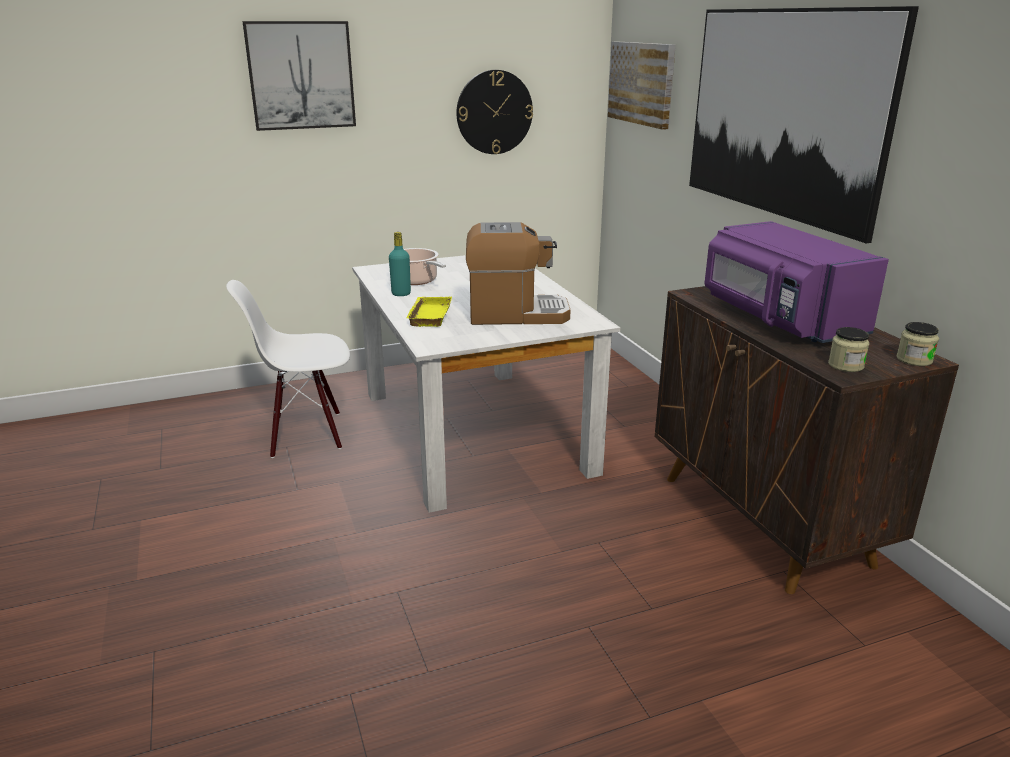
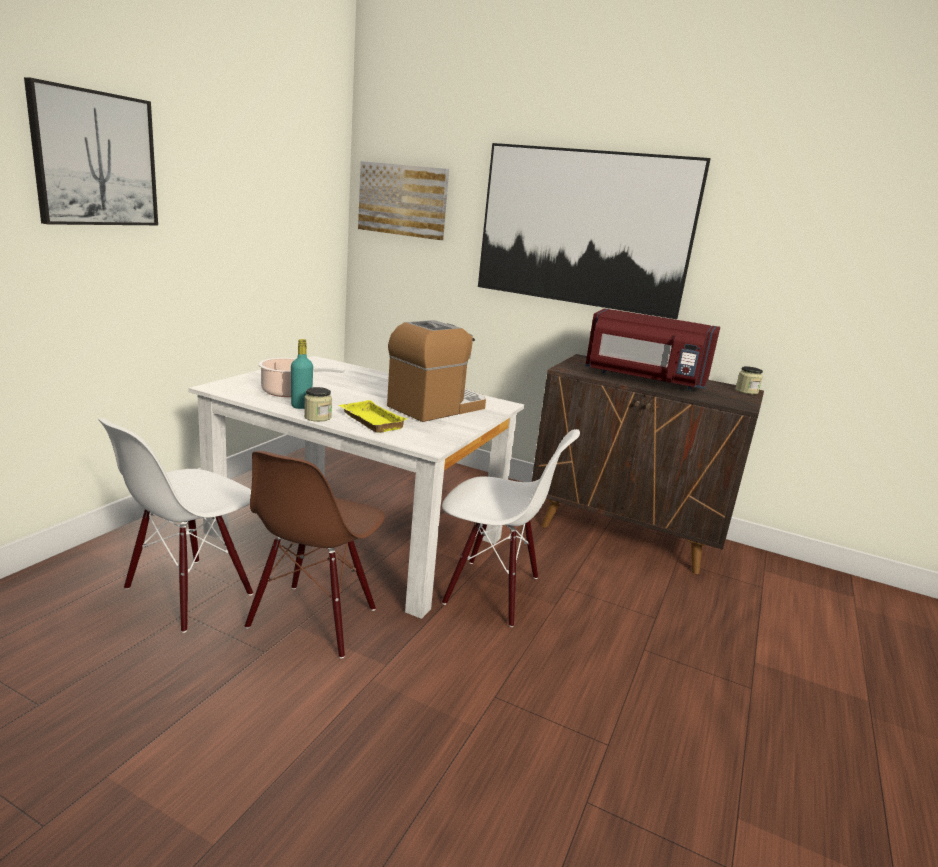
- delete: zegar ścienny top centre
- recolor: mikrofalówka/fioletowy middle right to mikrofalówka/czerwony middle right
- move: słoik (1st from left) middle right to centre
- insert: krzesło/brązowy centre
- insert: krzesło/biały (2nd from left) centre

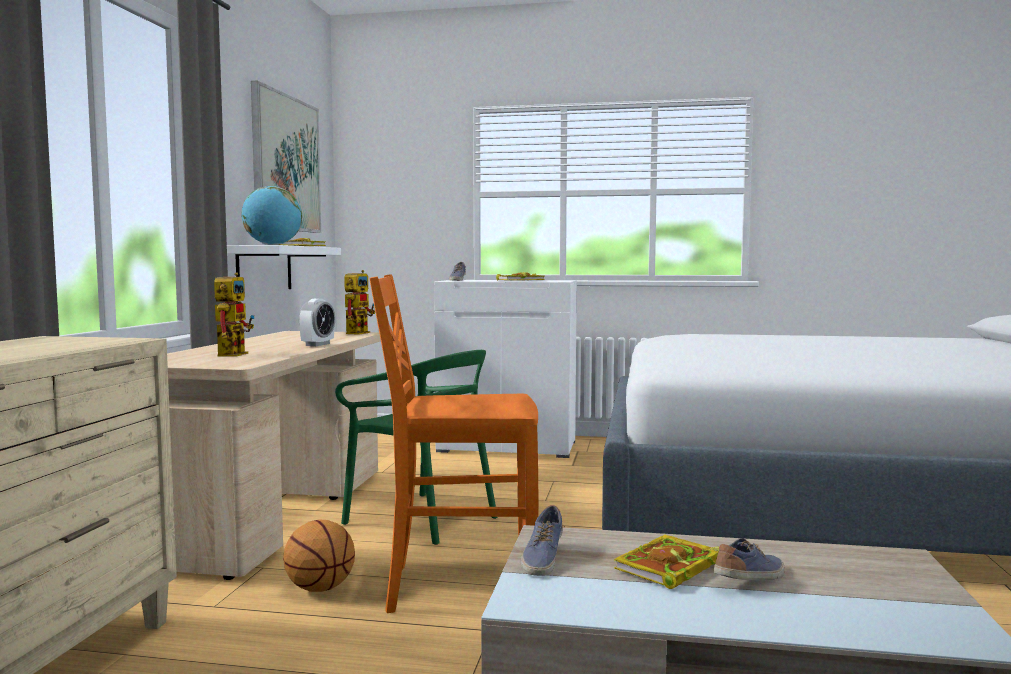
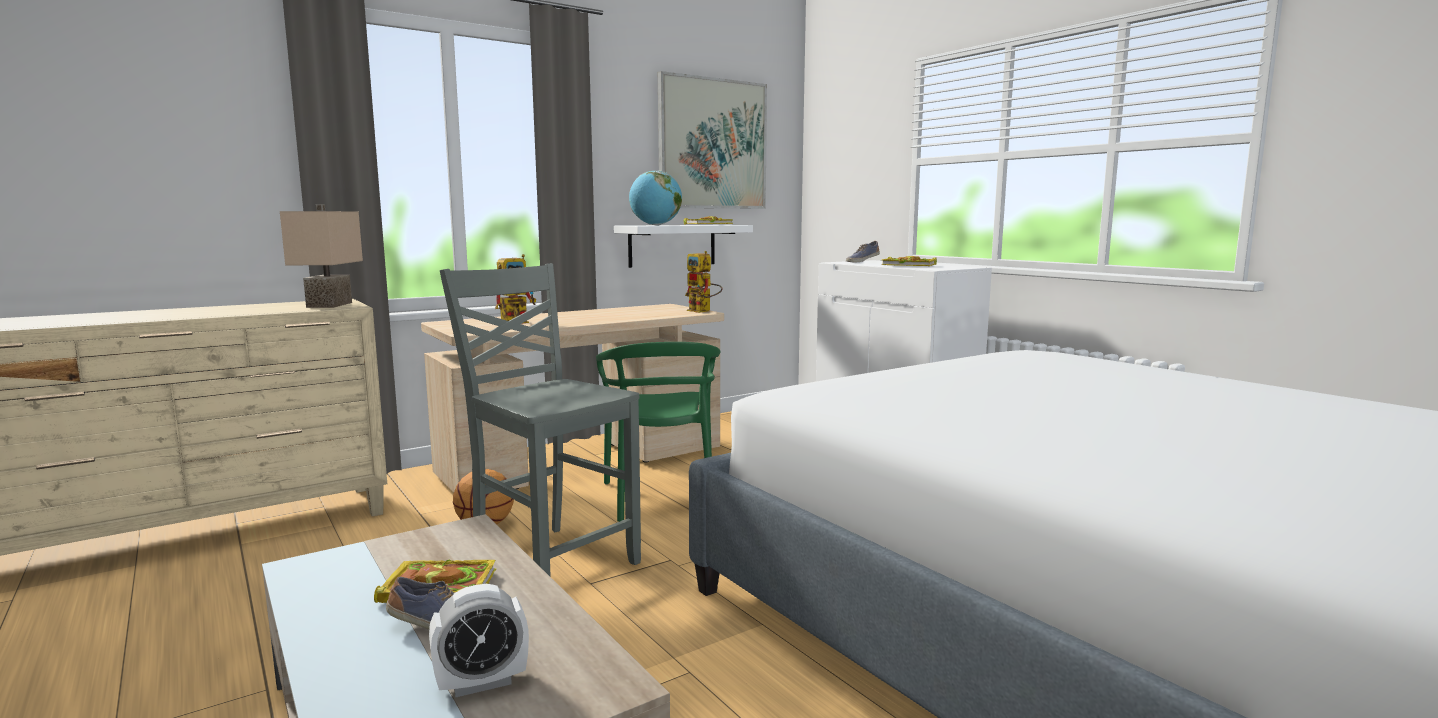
- move: budzik middle left to bottom left
- rotate: robot zabawkowy (2nd from left) centre = centre 75 degrees clockwise
- recolor: krzesło/pomarańczowy centre to krzesło/szary centre
- delete: but (2nd from left) bottom centre
- insert: lampa stołowa/beżowy middle left

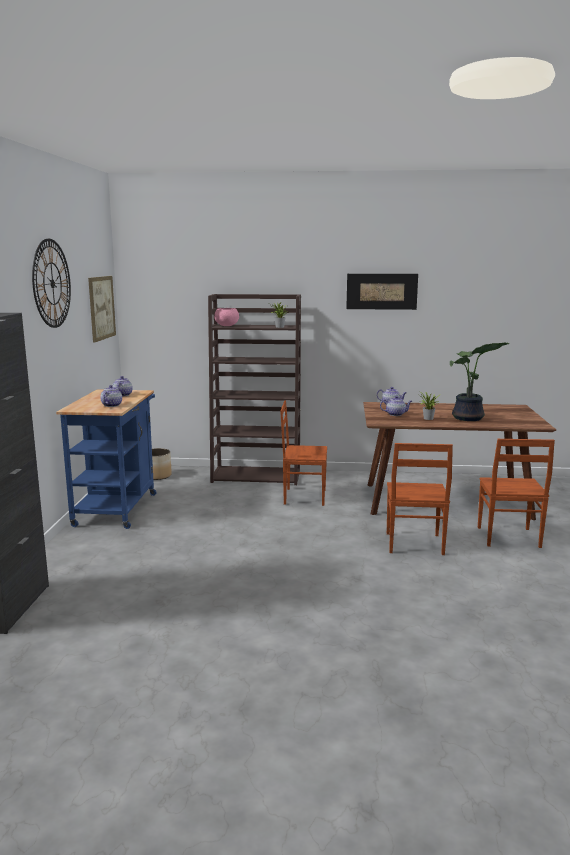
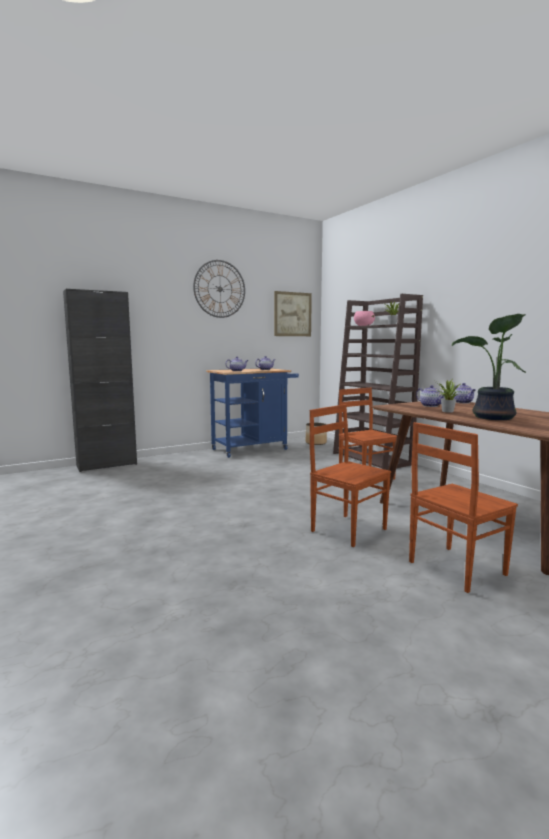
- delete: obraz (2nd from left) middle right
- rotate: krzesło/brązowy (2nd from left in the first image) middle right = centre 75 degrees clockwise

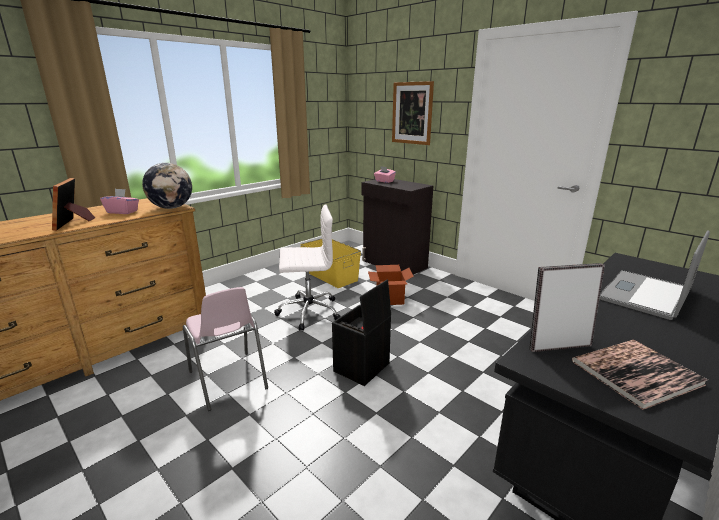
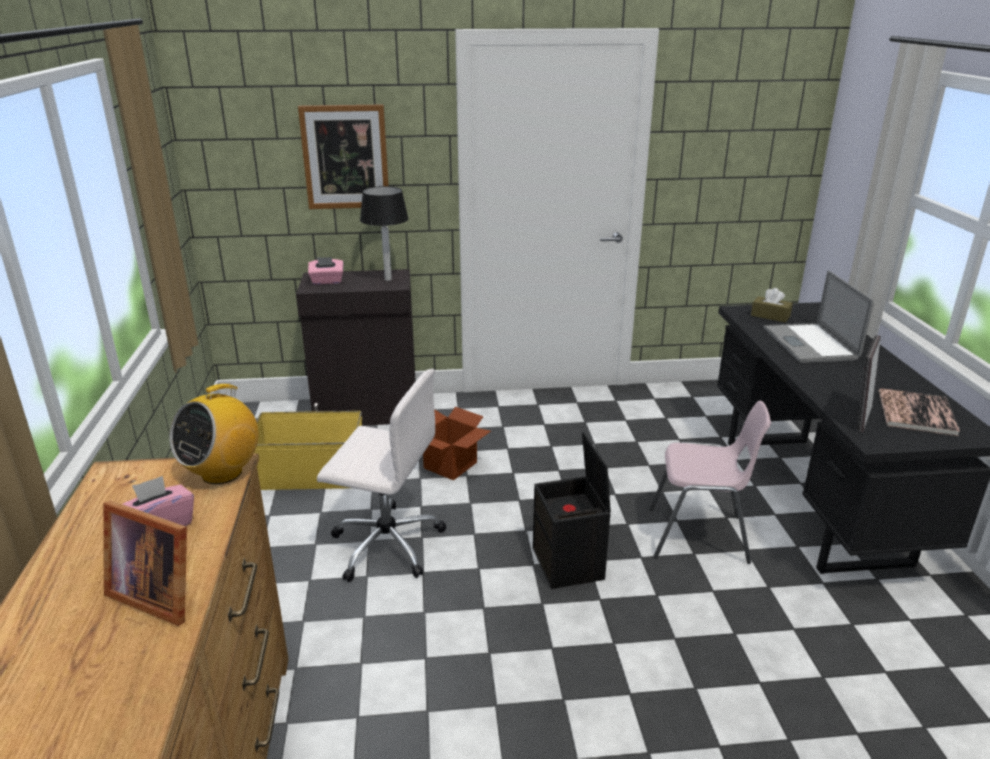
- replace: globus middle left to radio middle left
- move: krzesło/różowy bottom left to middle right
- rotate: krzesło biurowe/biały centre = centre 75 degrees clockwise
- insert: lampa stołowa top centre
- insert: pudełko chusteczek/brązowy middle right

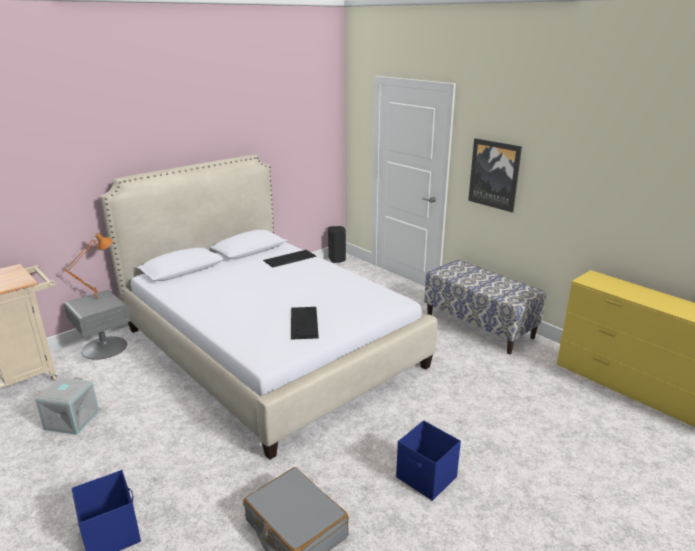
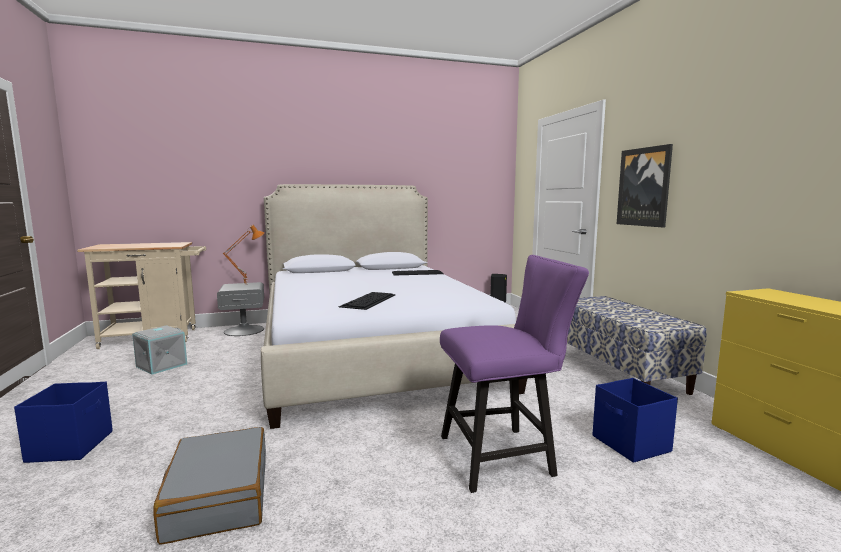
- move: pojemnik do przechowywania/niebieski (2nd from left) bottom centre to bottom right
- insert: krzesło/fioletowy bottom centre

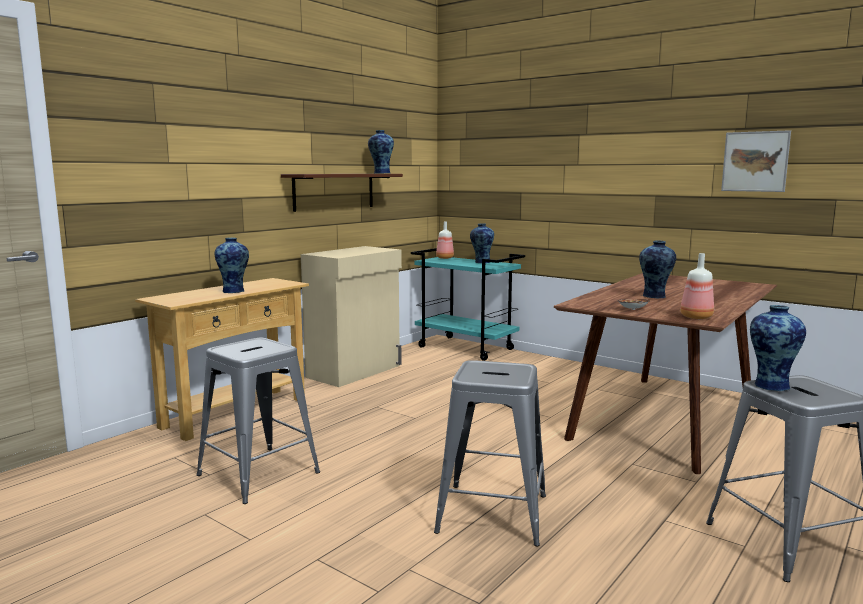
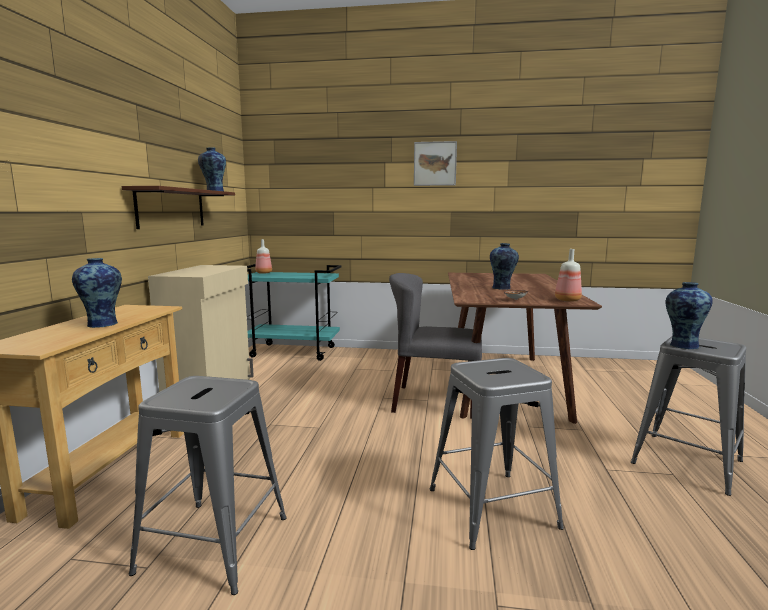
- delete: wazon (3rd from left) centre
- move: obraz top right to top centre
- insert: krzesło/szary centre

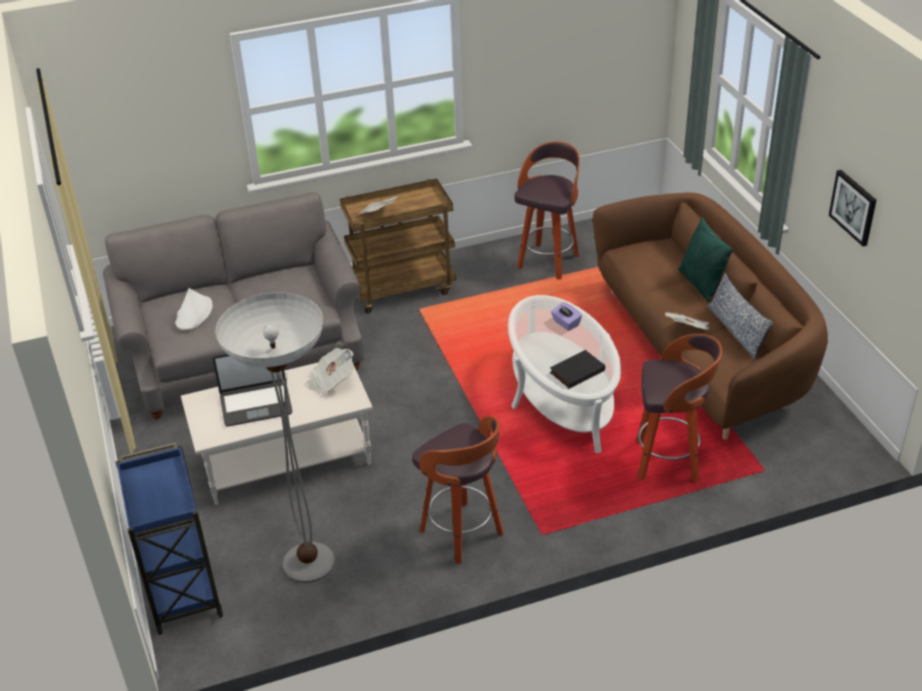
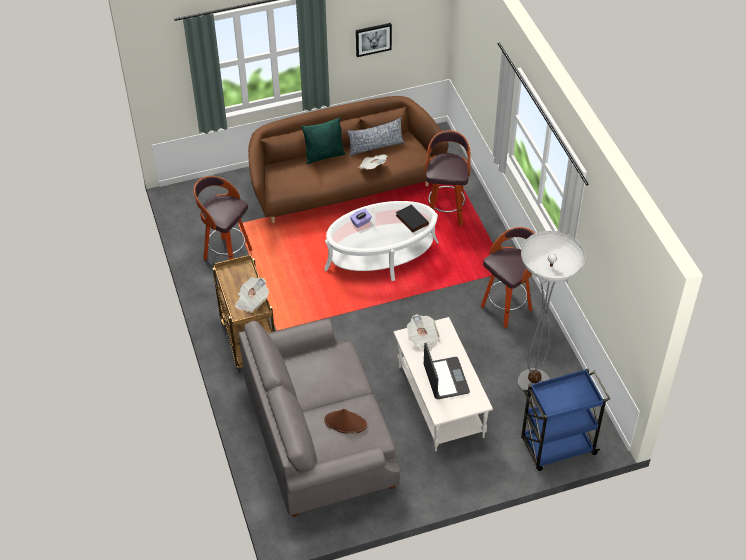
- recolor: kapelusz/biały middle left to kapelusz/brązowy bottom centre

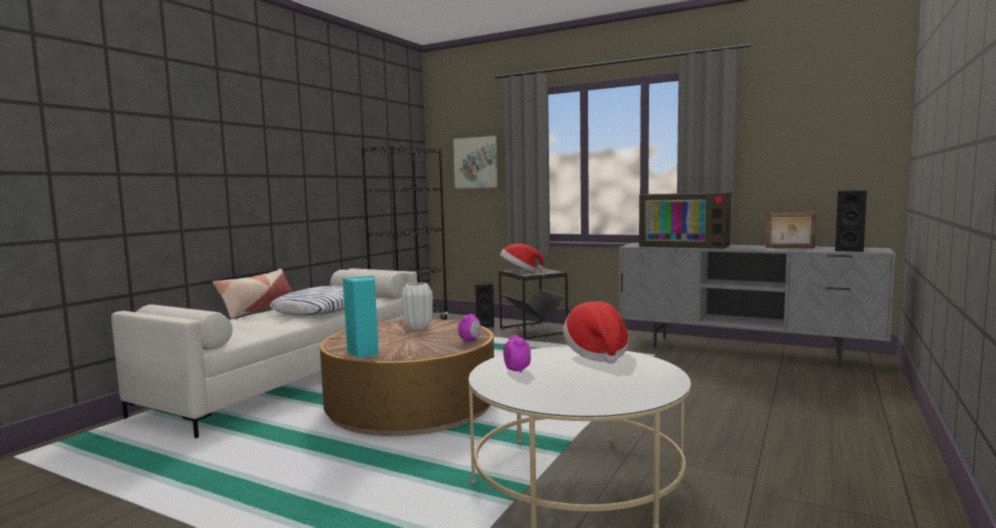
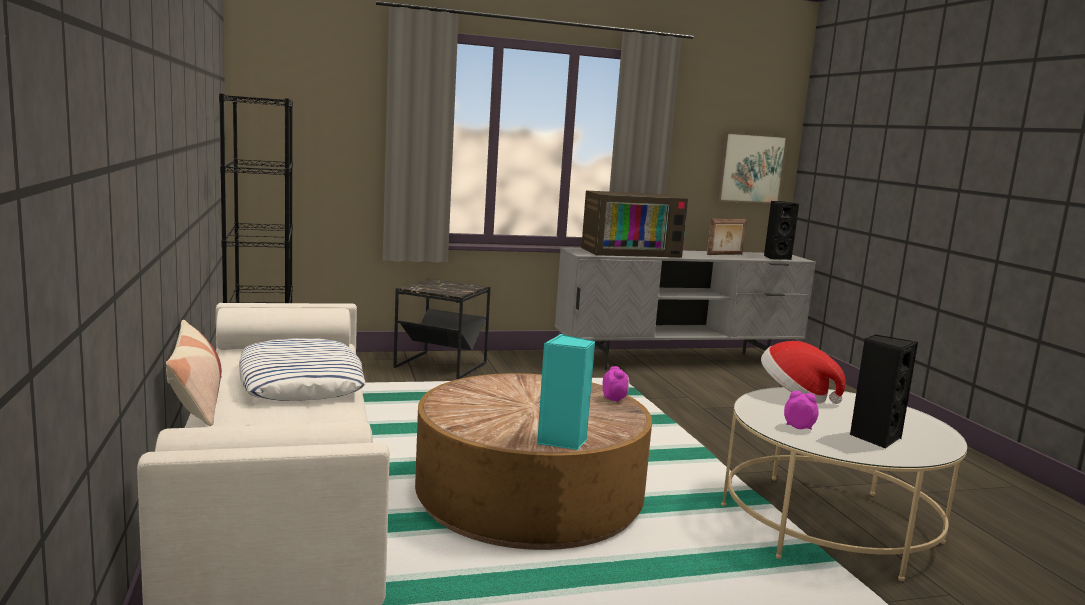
- delete: wazon/biały centre
- move: obraz top centre to top right
- move: głośnik/czarny (1st from left in the first image) centre to głośnik/czarny (2nd from left) middle right
- delete: kapelusz (1st from left) centre

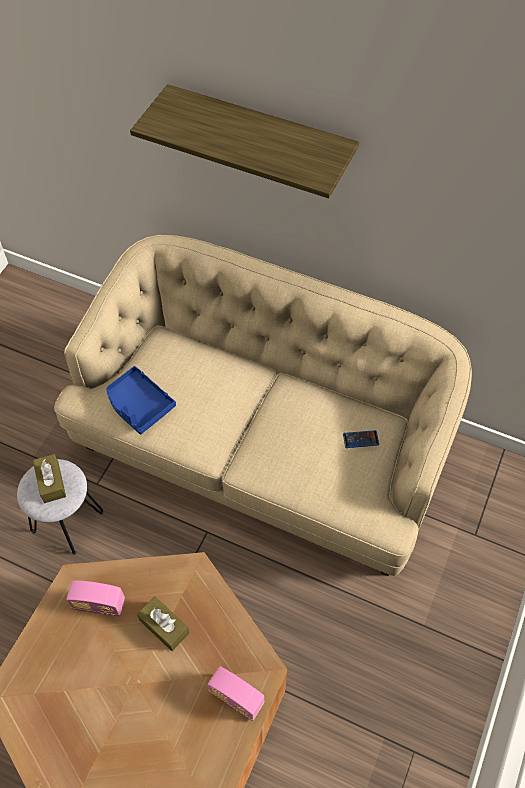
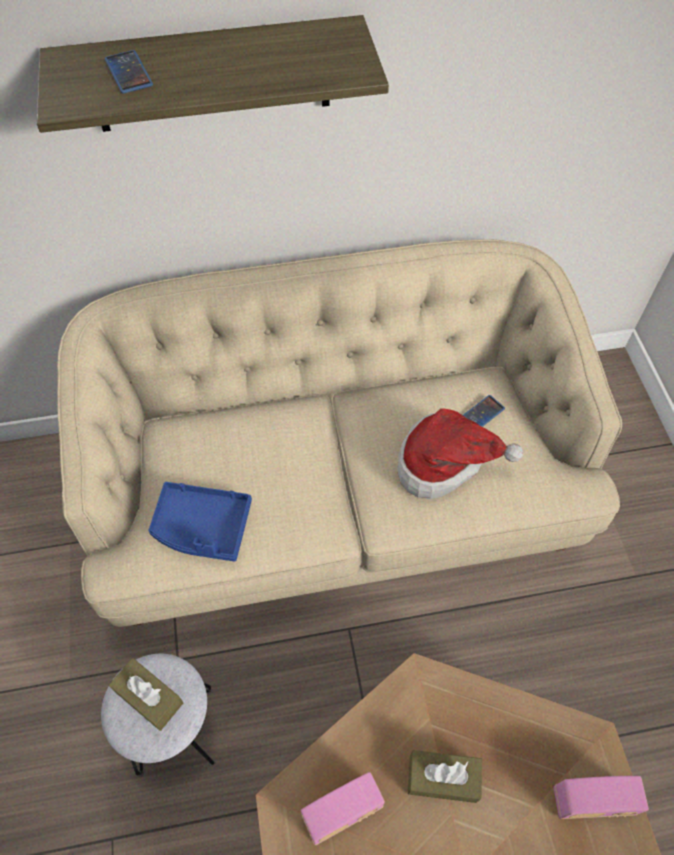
- insert: telefon (1st from left) top left
- insert: kapelusz middle right

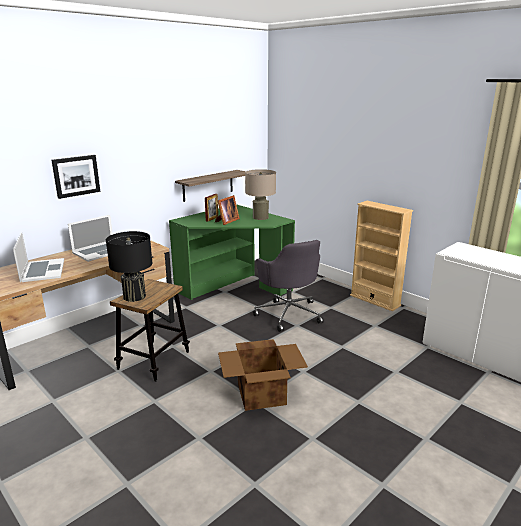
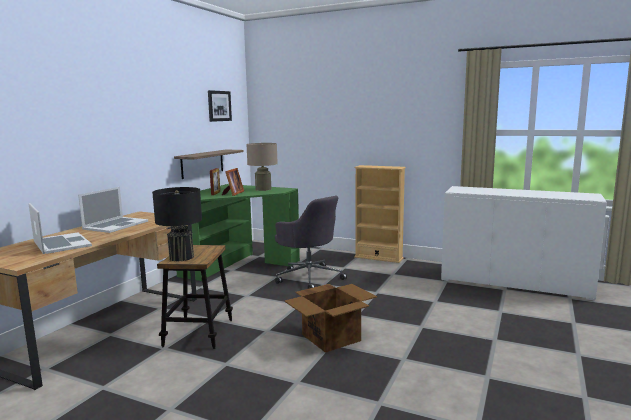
- move: obraz middle left to top centre

